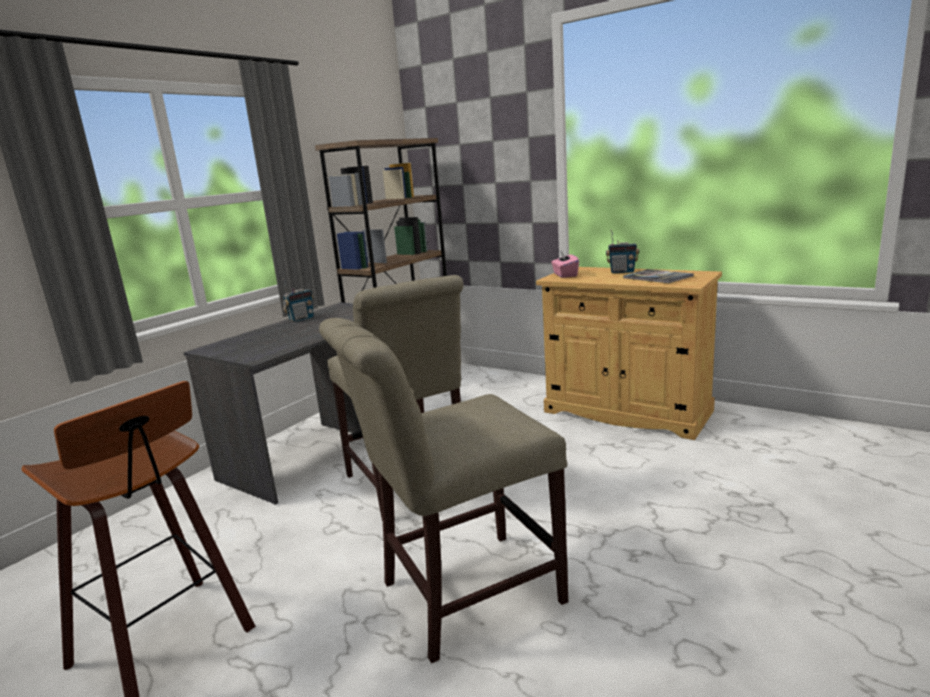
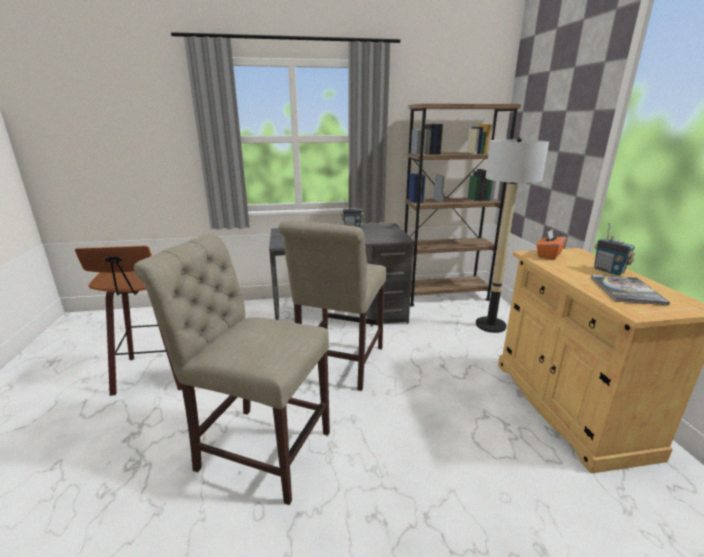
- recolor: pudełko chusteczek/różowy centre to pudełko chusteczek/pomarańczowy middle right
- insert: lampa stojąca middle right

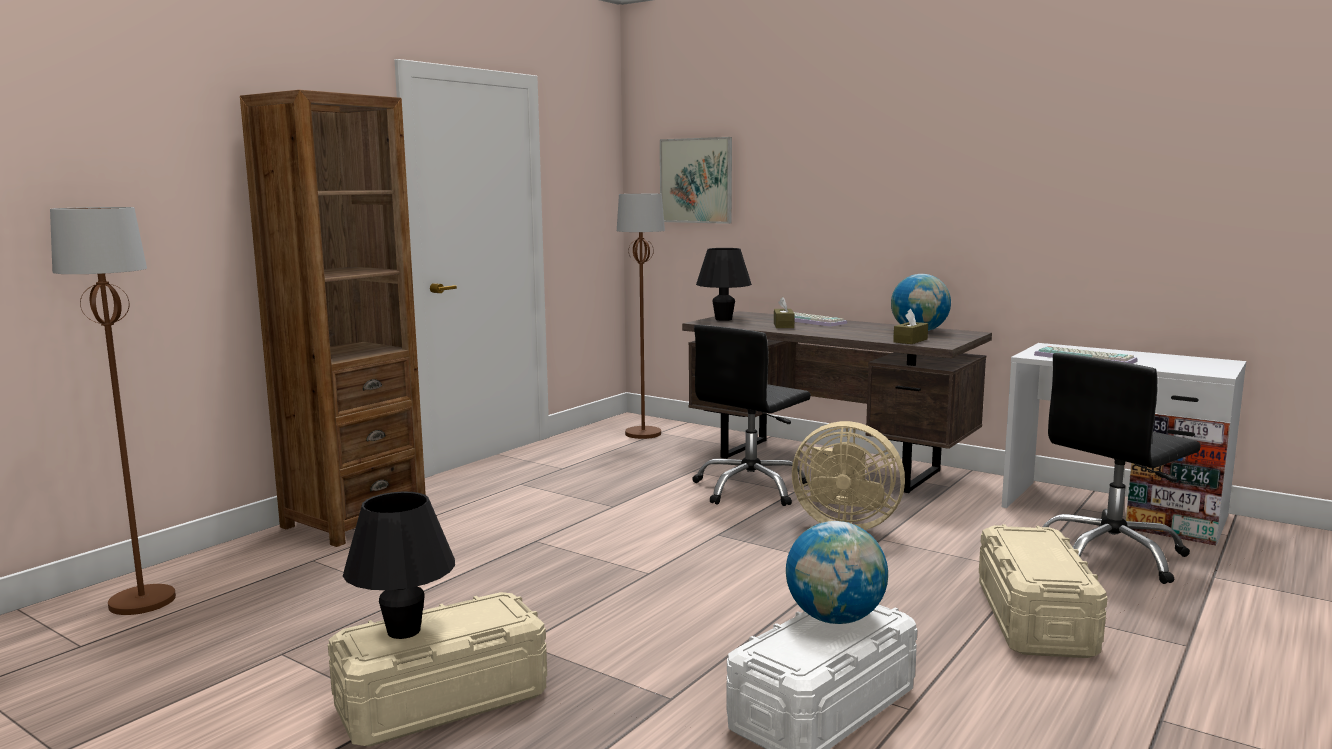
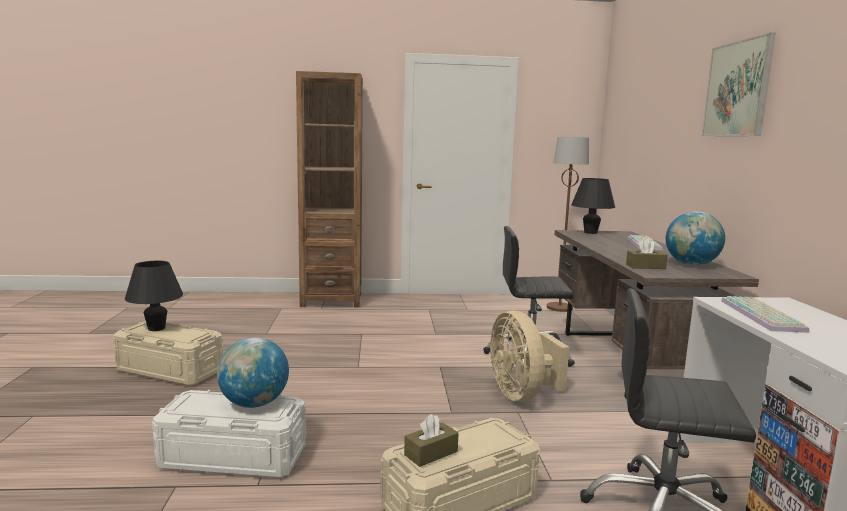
- delete: lampa stojąca/brązowy (1st from left) middle left
- move: obraz top centre to top right
- move: pudełko chusteczek/brązowy (1st from left) centre to bottom centre

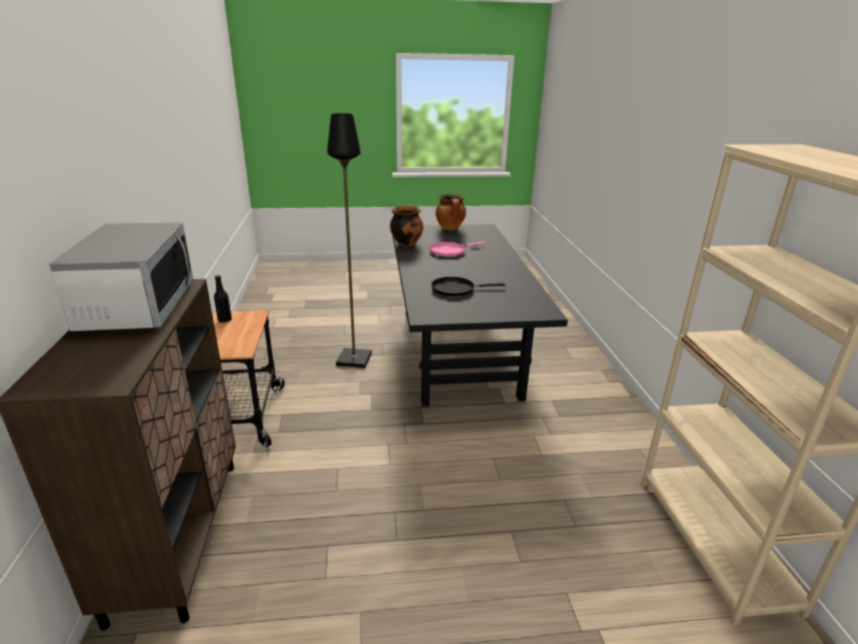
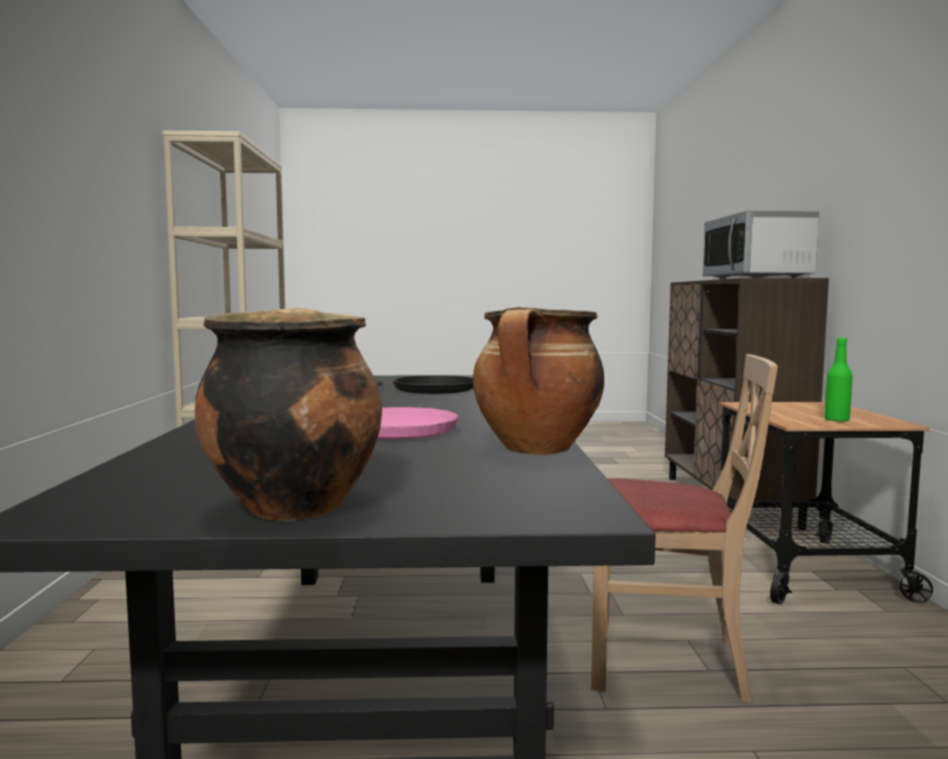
- recolor: butelka/czarny middle left to butelka/zielony middle right
- replace: lampa stojąca/czarny centre to krzesło/beżowy bottom right

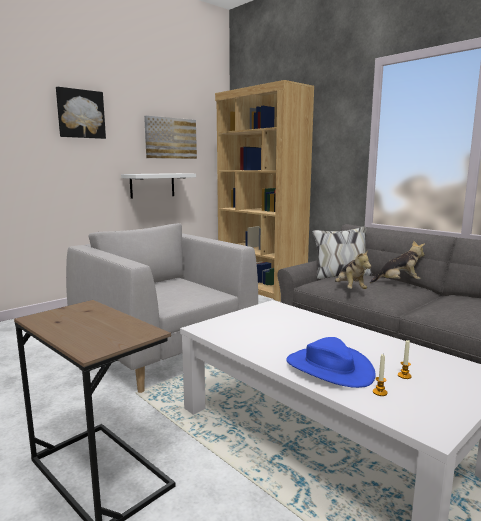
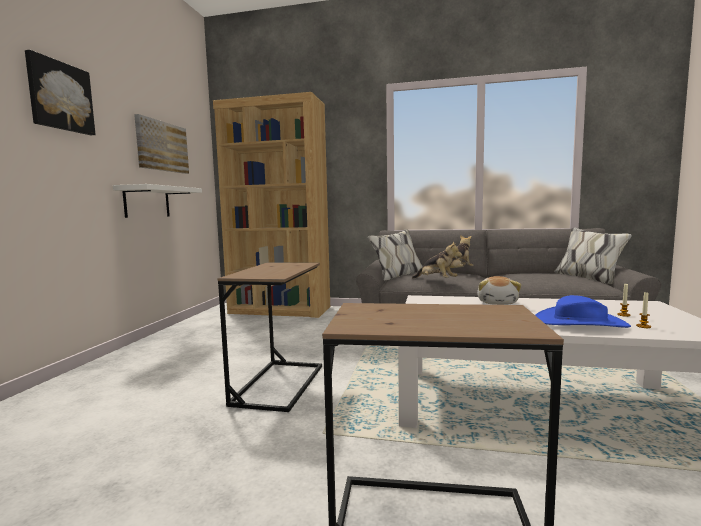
- replace: fotel/szary centre to stolik/brązowy (1st from left) centre
- insert: pluszak (3rd from left) middle right

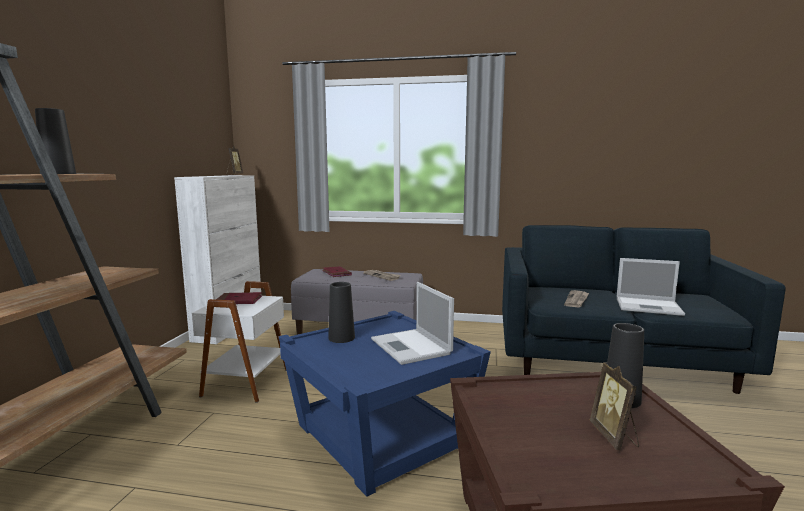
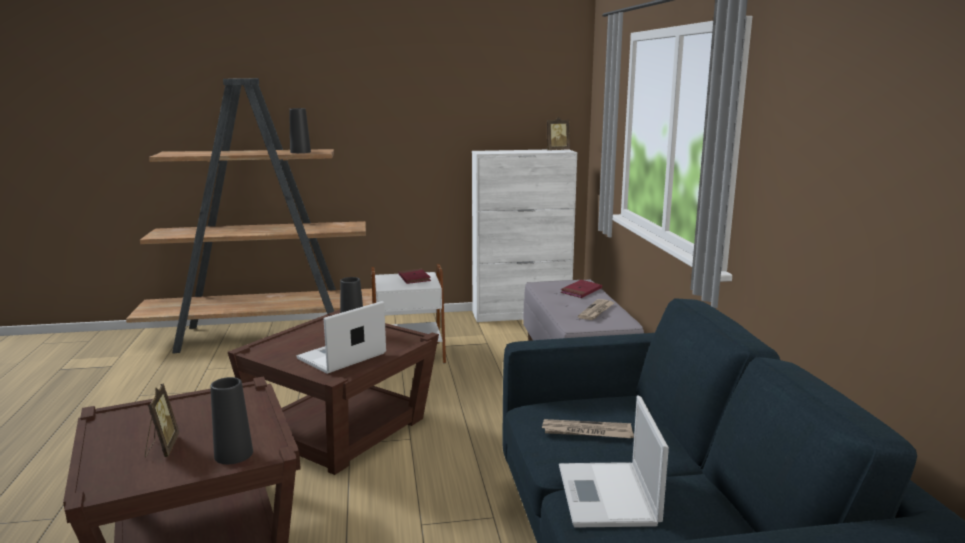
- recolor: stolik/niebieski bottom centre to stolik/brązowy (2nd from left) bottom centre
- rotate: ramka na zdjęcie (2nd from left in the first image) bottom right = bottom left 105 degrees clockwise

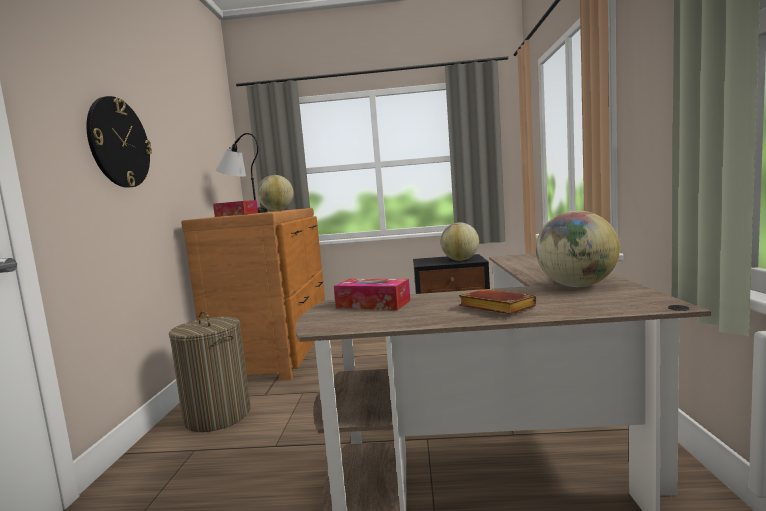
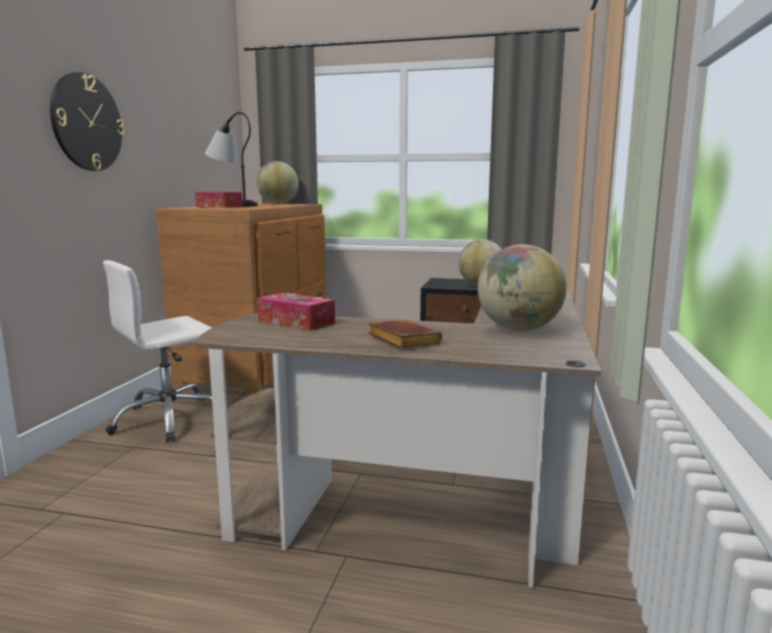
- replace: kosz na pranie bottom left to krzesło biurowe/biały middle left

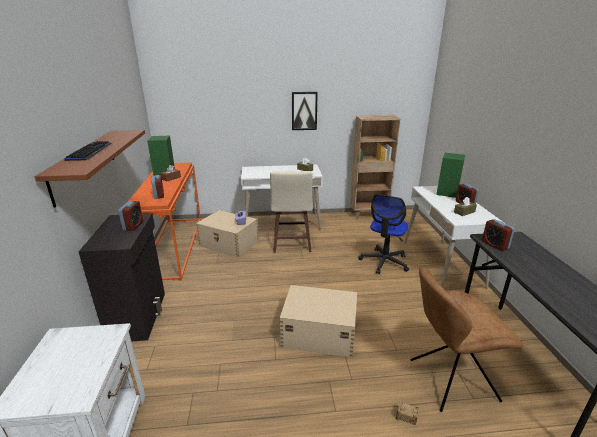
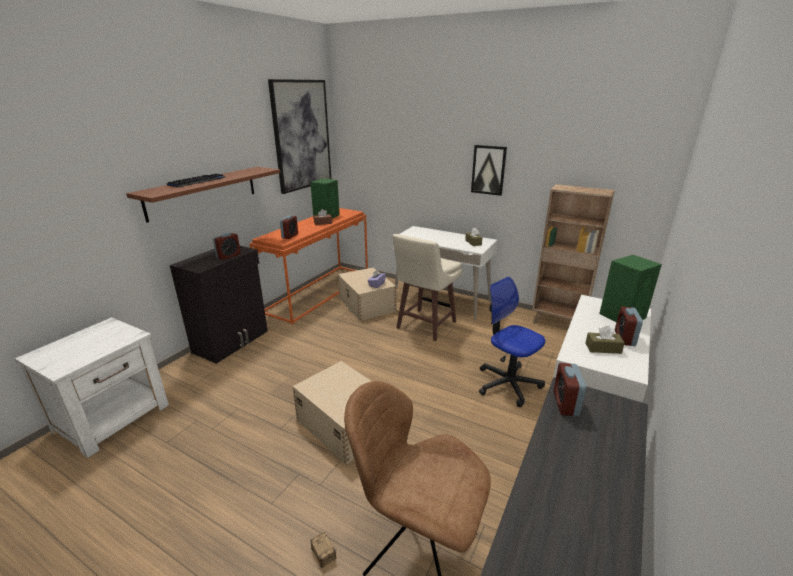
- rotate: krzesło biurowe centre = centre 75 degrees clockwise
- insert: obraz (1st from left) top centre

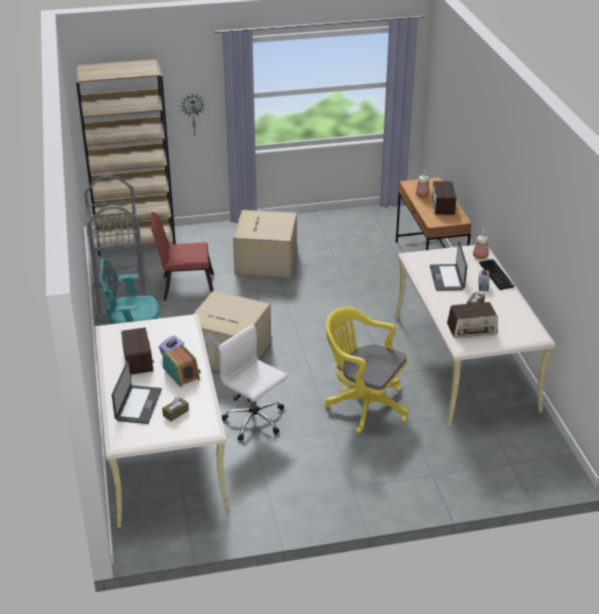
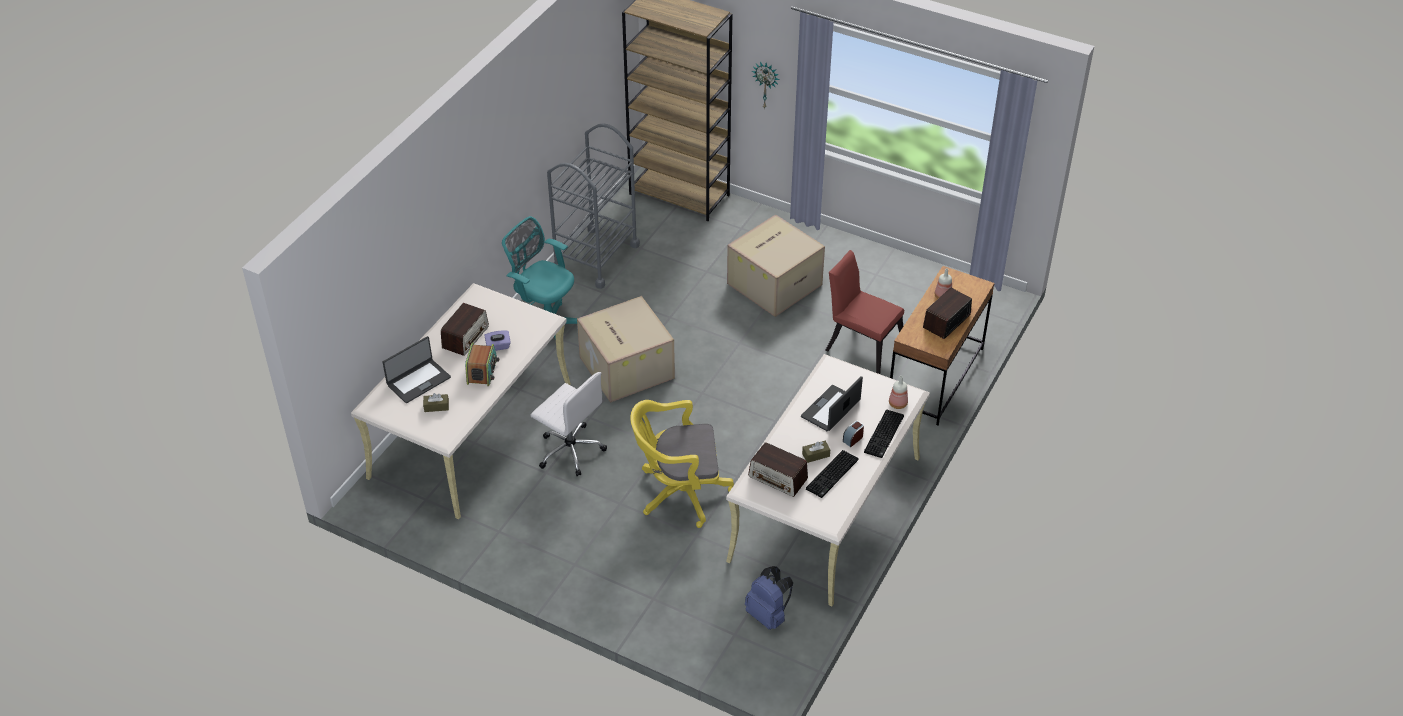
- move: krzesło/czerwony middle left to centre
- rotate: krzesło biurowe/biały centre = centre 135 degrees clockwise
- rotate: krzesło biurowe/żółty centre = centre 75 degrees counterclockwise
- insert: plecak/niebieski bottom centre
- insert: klawiatura (1st from left) centre

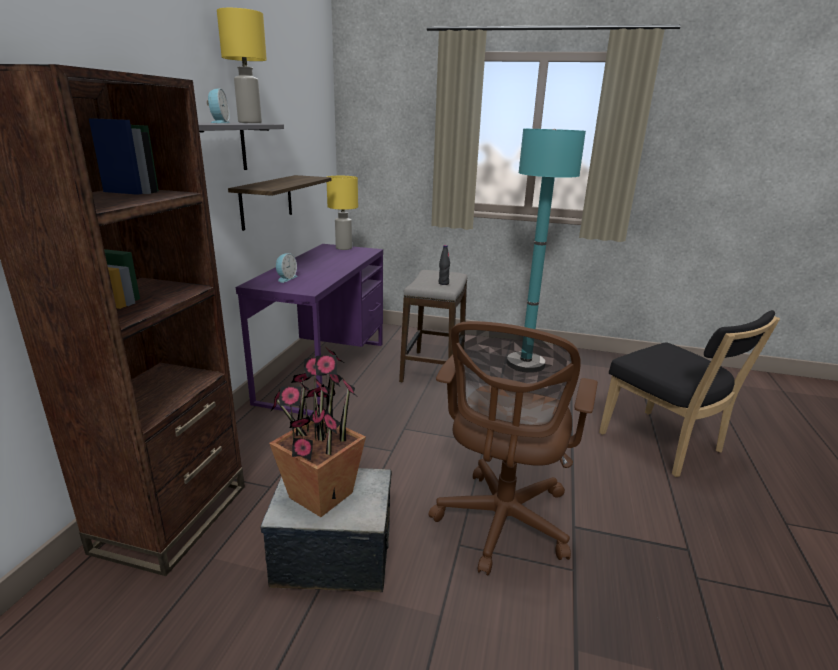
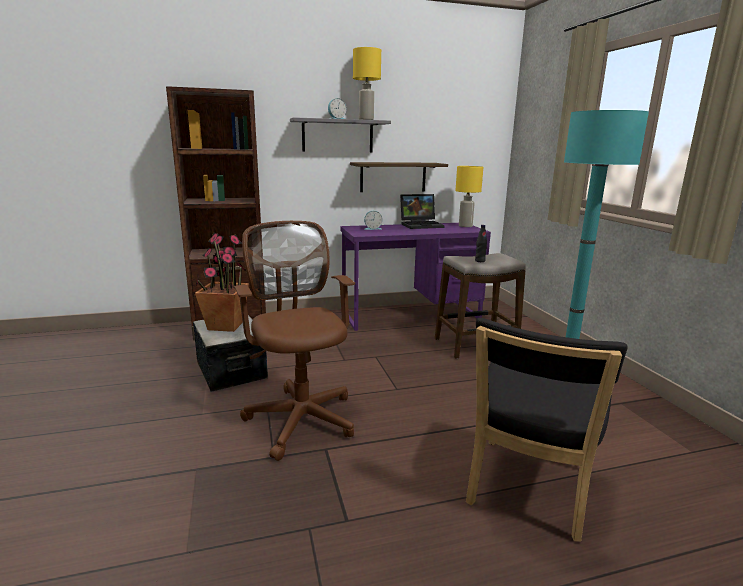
- rotate: krzesło biurowe/brązowy bottom centre = centre 75 degrees clockwise
- insert: laptop centre

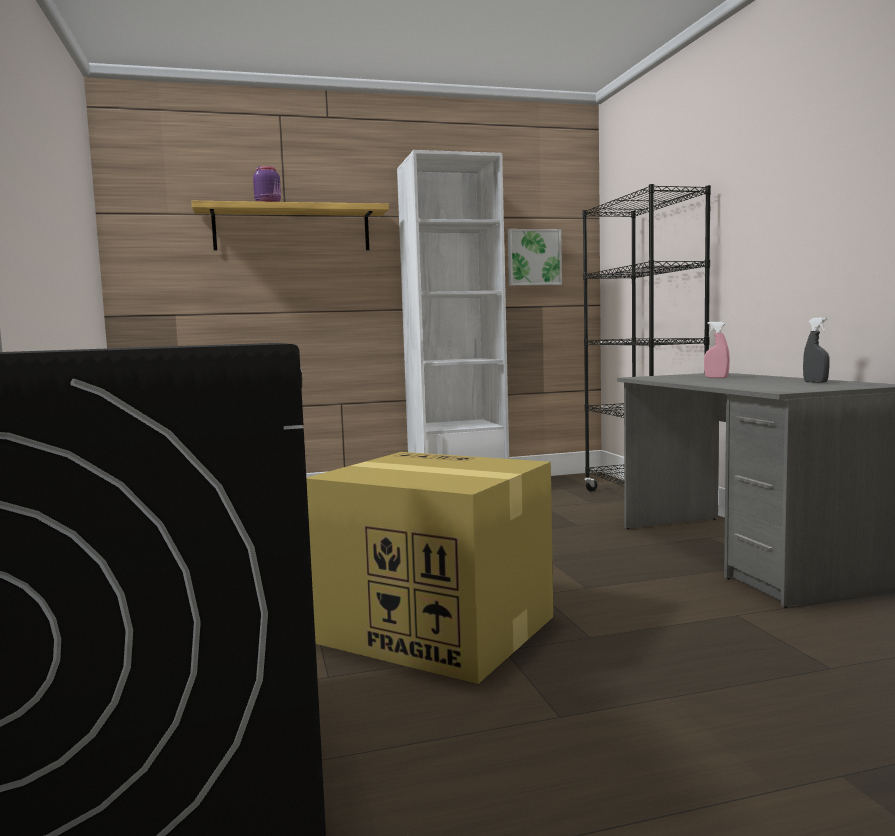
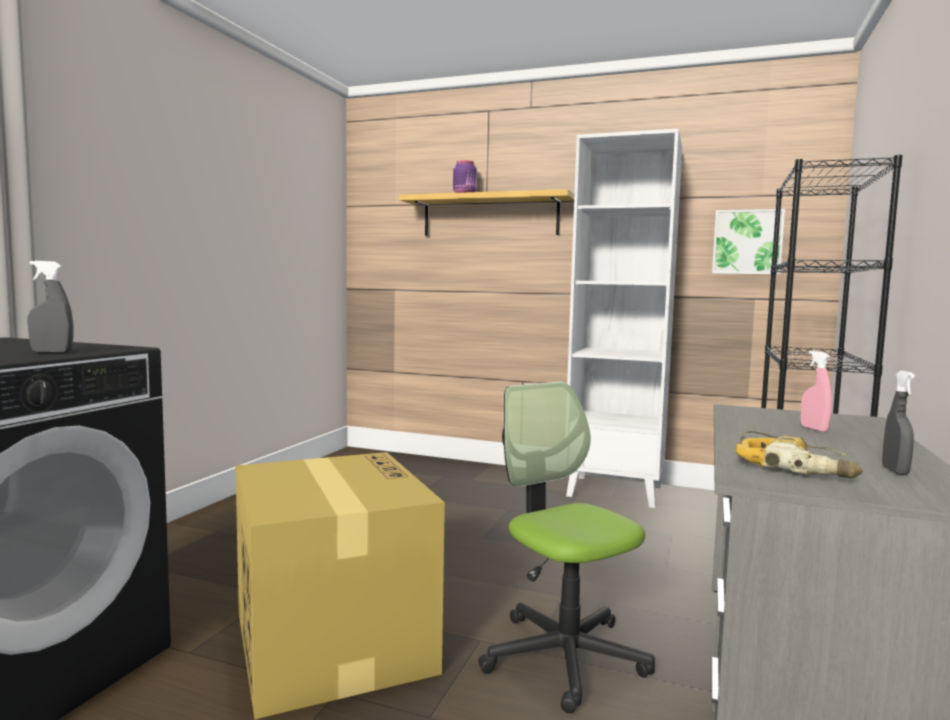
- insert: spryskiwacz/szary (1st from left) middle left
- insert: krzesło biurowe bottom centre
- insert: wiertarka middle right

